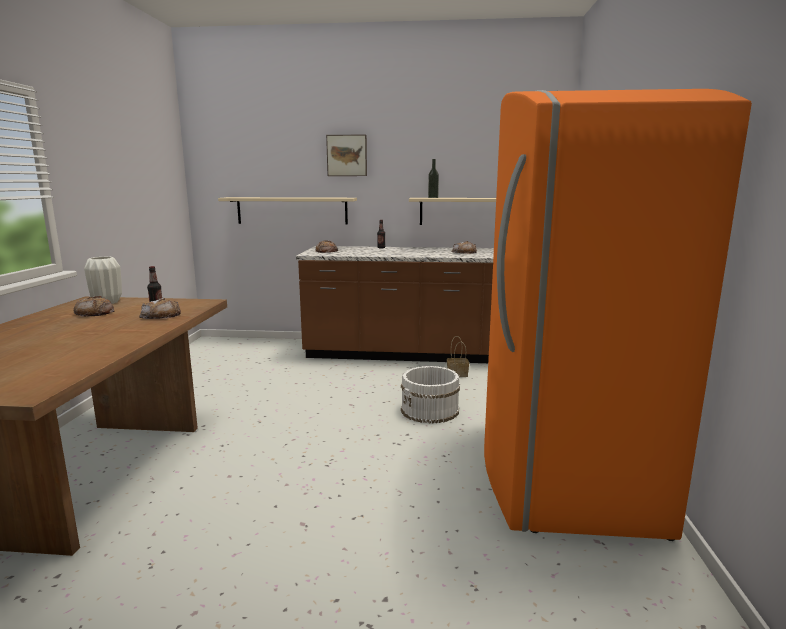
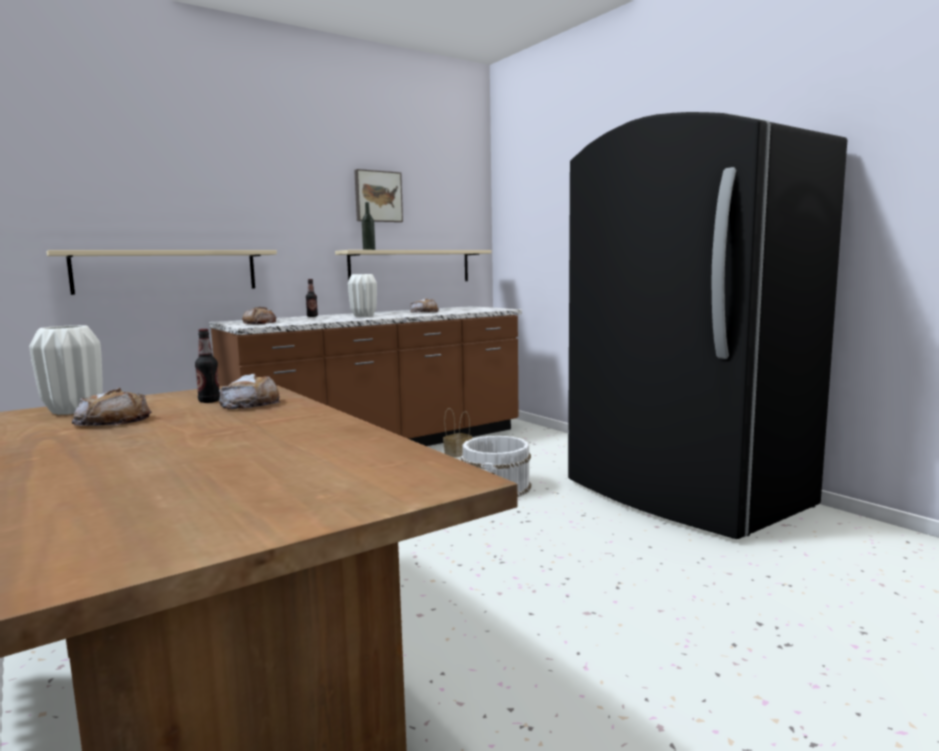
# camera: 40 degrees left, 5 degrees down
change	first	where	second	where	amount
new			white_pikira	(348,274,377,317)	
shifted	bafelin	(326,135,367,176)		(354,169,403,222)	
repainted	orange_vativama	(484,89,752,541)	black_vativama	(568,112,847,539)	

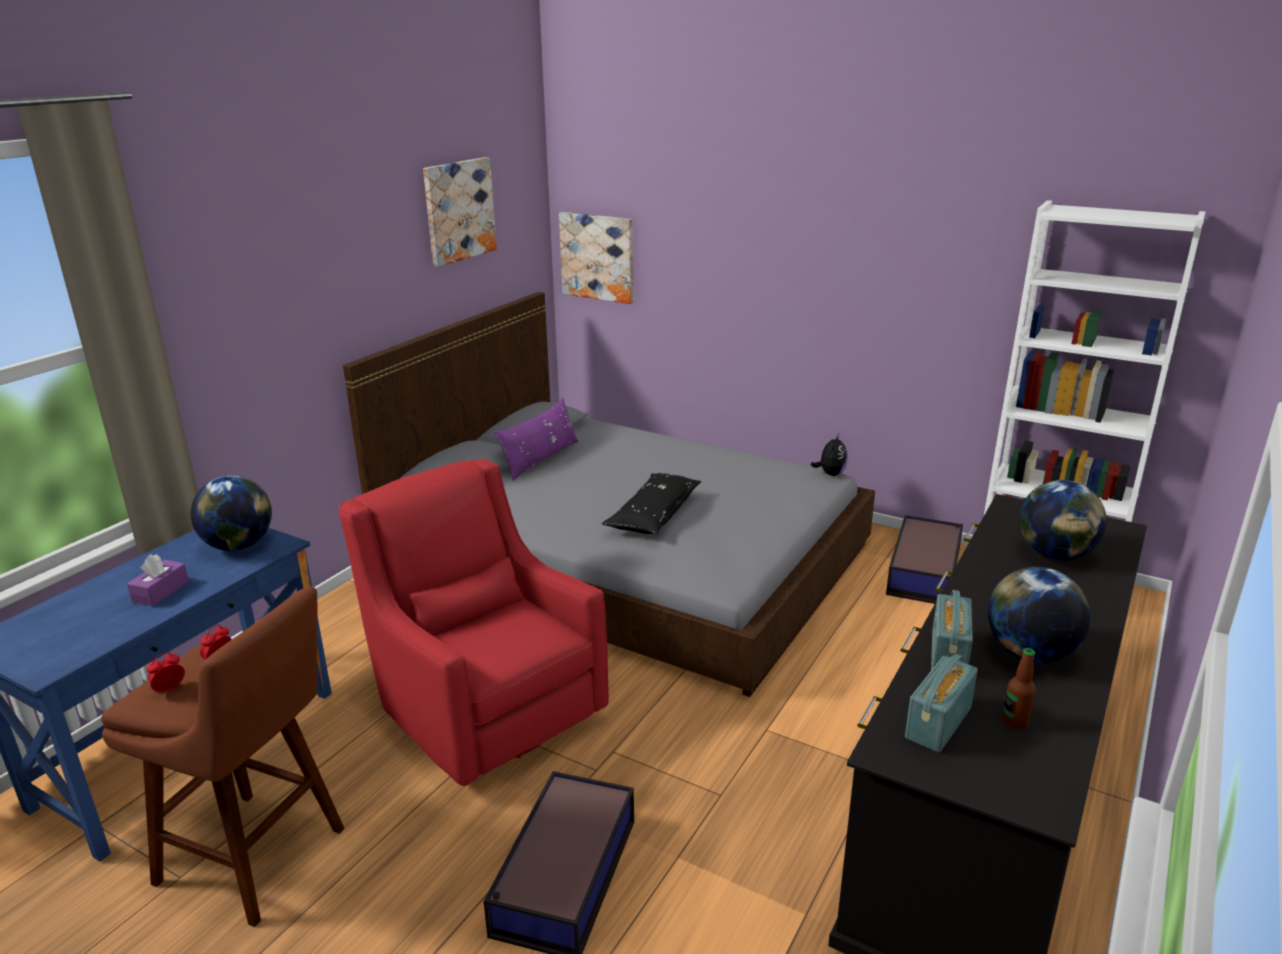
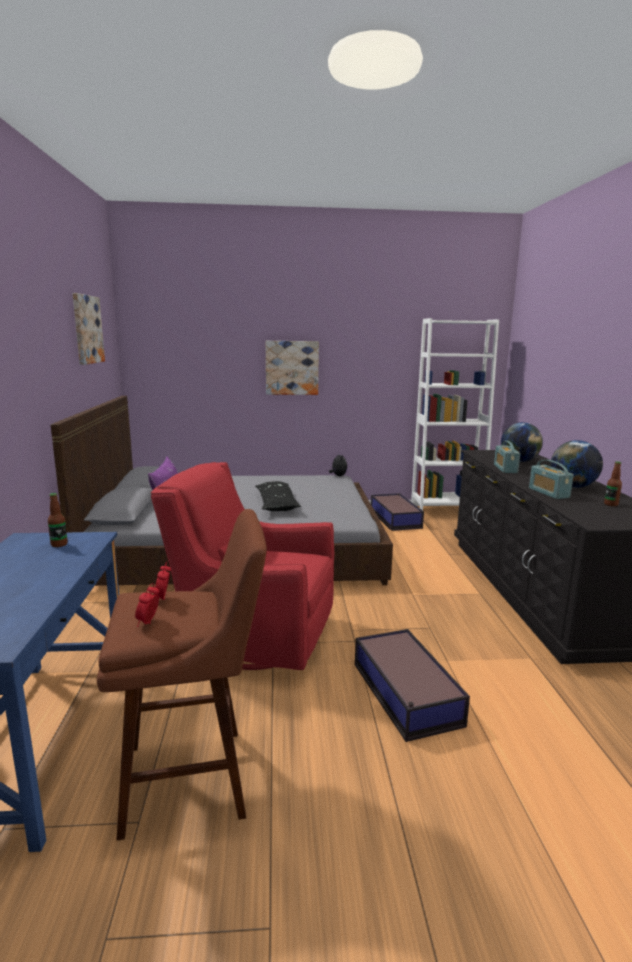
# camera: 35 degrees left, 10 degrees down
change	first	where	second	where	amount
swapped	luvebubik	(190,476,272,551)	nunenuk	(48,493,68,547)	
shifted	bafelin	(559,212,633,304)		(266,341,319,395)	
shifted	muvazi	(905,654,978,752)		(494,441,520,473)	
gone	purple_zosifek	(127,554,189,606)			

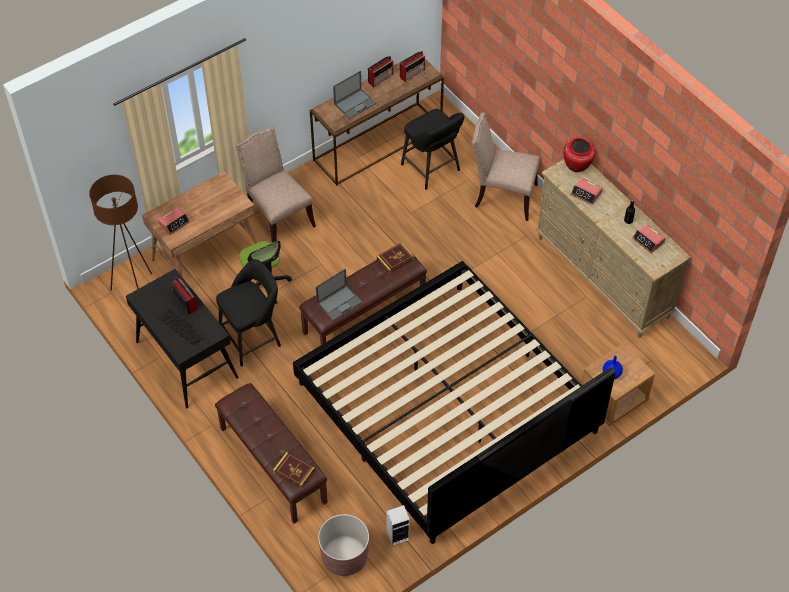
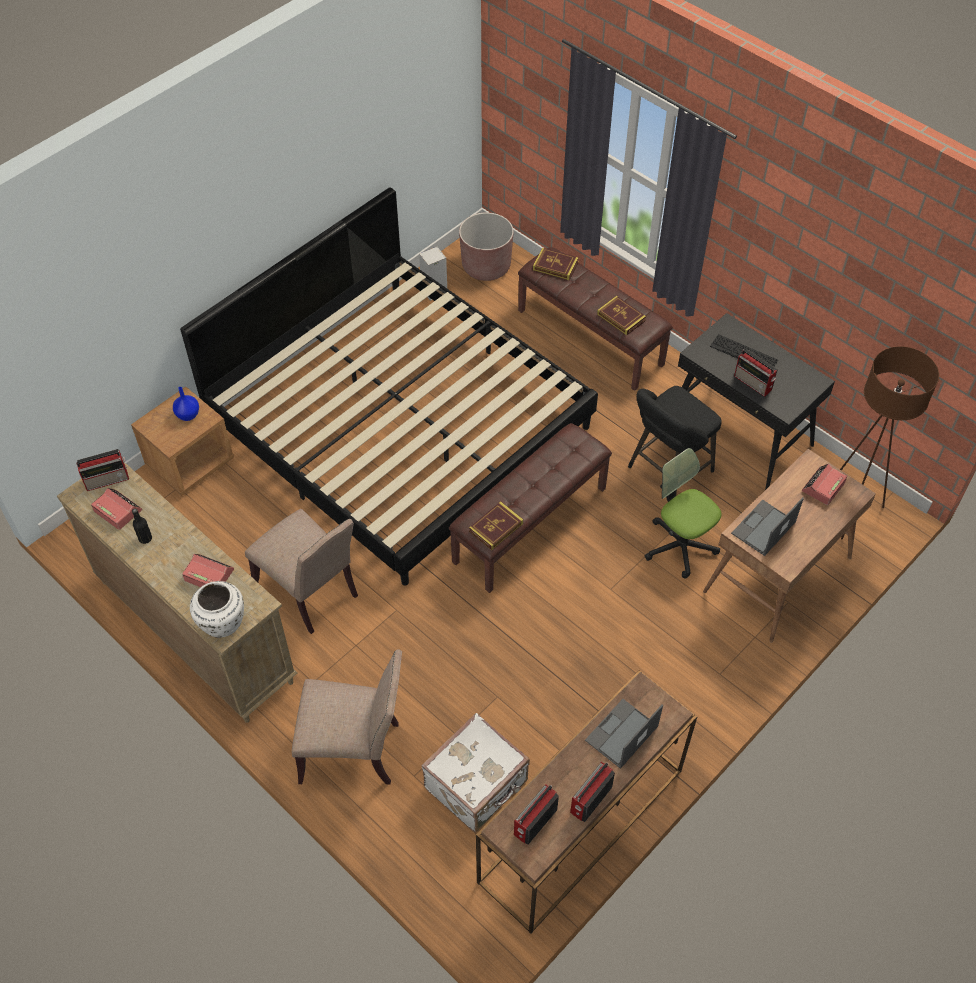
# camera: 170 degrees right, 0 degrees up
change	first	where	second	where	amount
new			muvazi	(76,449,129,491)	
repainted	red_pikira	(563,138,595,172)	white_pikira	(190,581,244,638)	
shifted	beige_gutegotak	(236,126,316,243)		(245,509,358,634)	
swapped	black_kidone	(401,109,464,190)	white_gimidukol	(421,713,530,832)	
new			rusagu	(597,296,646,335)	
shifted	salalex	(316,269,362,321)		(731,497,804,556)	

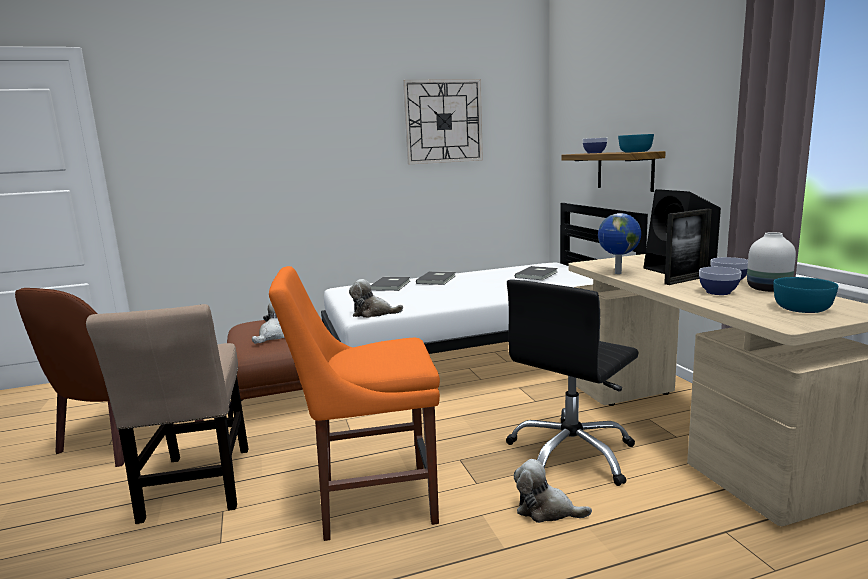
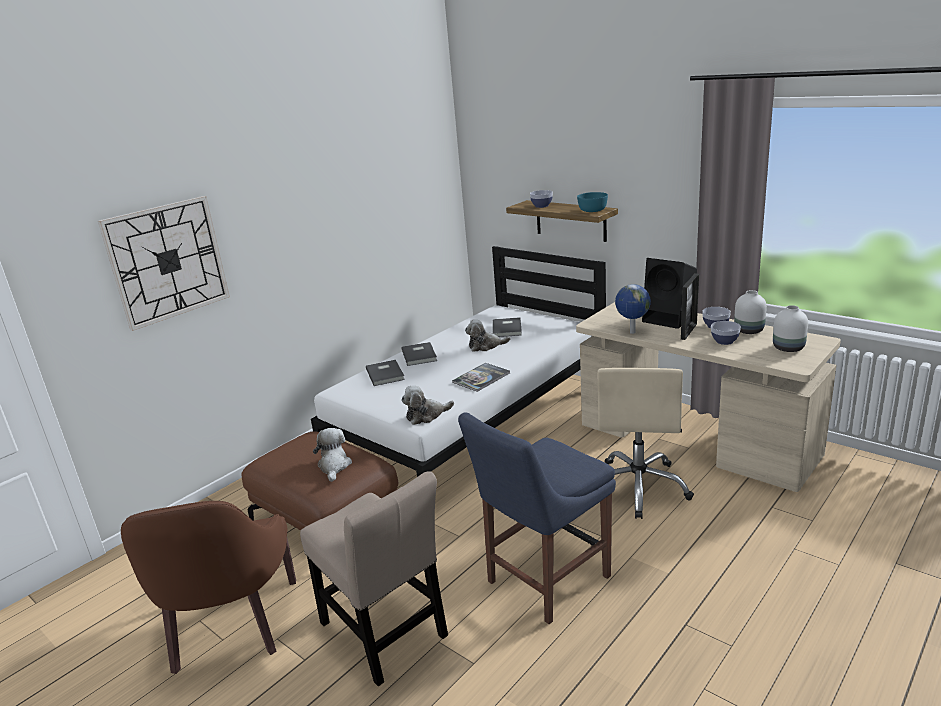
# camera: 30 degrees left, 10 degrees up
change	first	where	second	where	amount
shifted	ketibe	(403,79,483,164)		(98,196,230,331)	
new			rusagu	(452,363,510,392)	
repainted	orange_gutegotak	(269,266,440,541)	blue_gutegotak	(458,412,616,624)	
shifted	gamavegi	(514,459,592,523)		(465,319,510,352)	
repainted	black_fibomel	(506,280,639,486)	beige_fibomel	(597,368,694,519)	
swapped	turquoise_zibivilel	(773,277,838,313)	white_pikira	(773,305,808,352)	

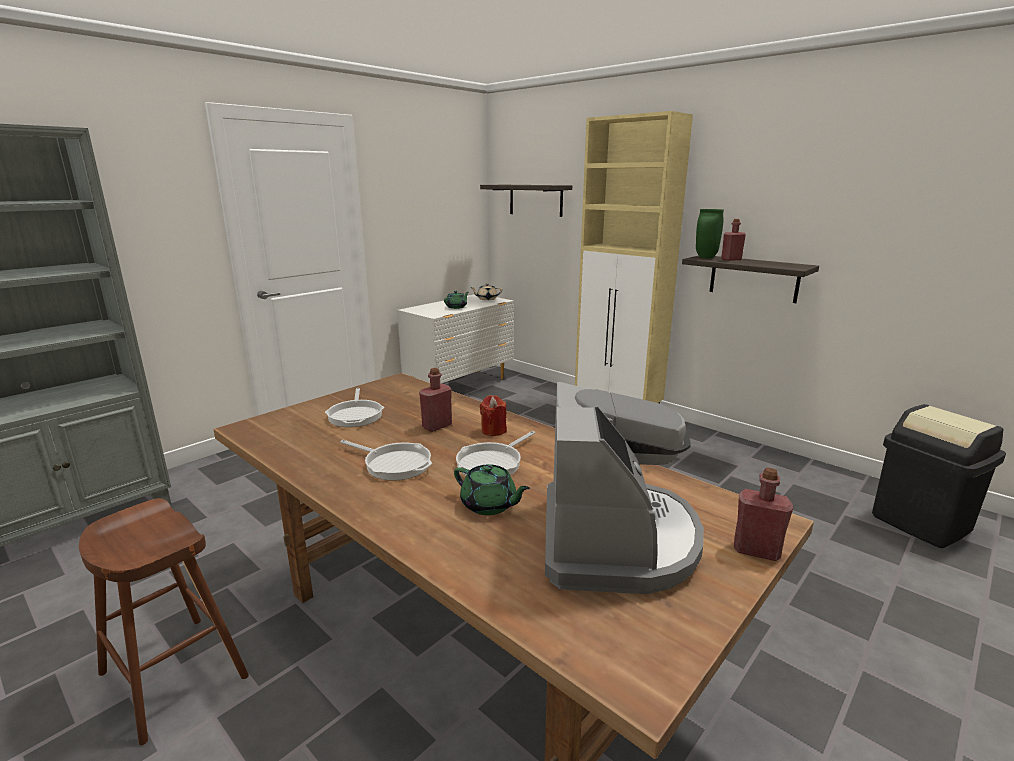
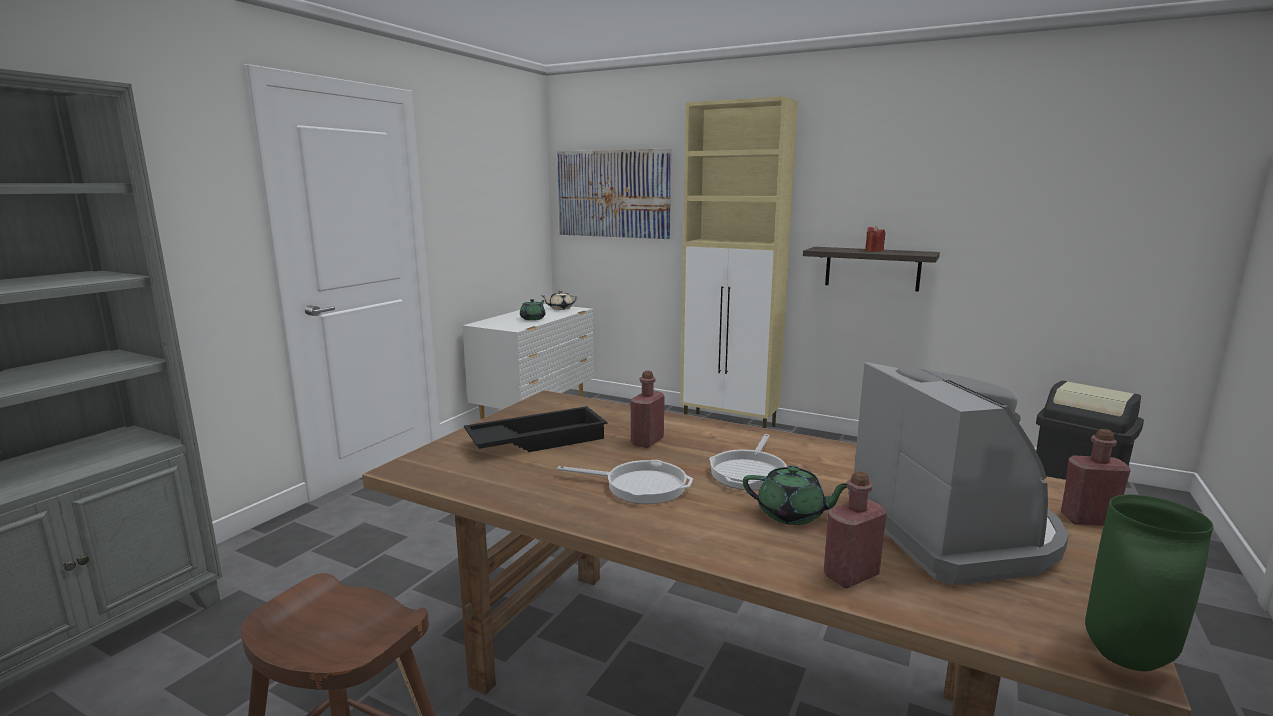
# camera: 15 degrees left, 5 degrees down
change	first	where	second	where	amount
swapped	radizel	(325,388,384,427)	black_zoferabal	(464,406,607,452)	
swapped	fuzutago	(480,185,572,217)	bafelin	(557,148,671,239)	
shifted	red_nunenuk	(721,219,746,261)		(824,471,887,588)	
shifted	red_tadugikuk	(480,395,507,436)		(865,225,885,252)	
shifted	green_pikira	(696,209,724,258)		(1085,495,1213,671)	

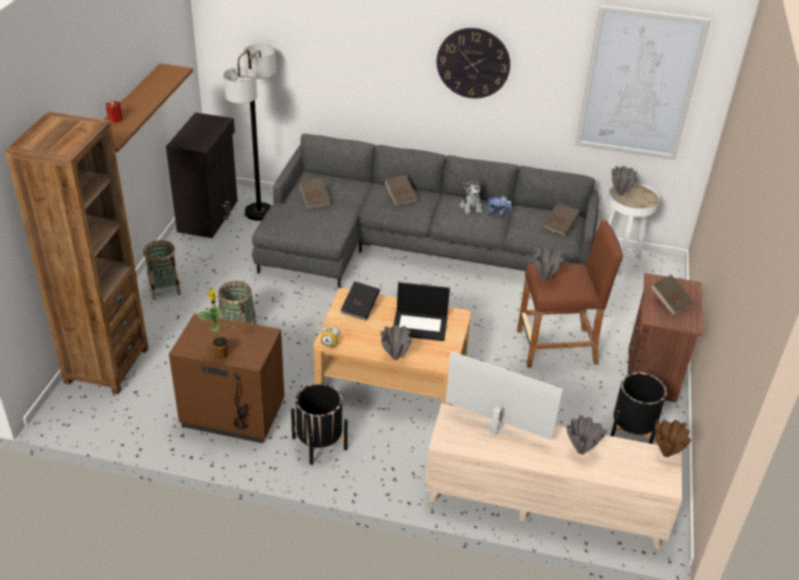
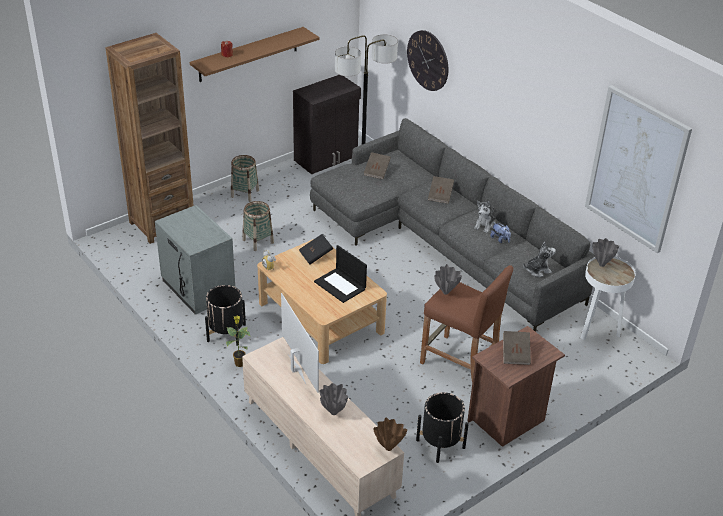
# camera: 40 degrees right, 0 degrees up
change	first	where	second	where	amount
repainted	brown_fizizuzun	(169,313,284,443)	grey_fizizuzun	(155,205,235,315)	
shifted	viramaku	(196,290,239,359)		(226,316,250,367)	
shifted	ketibe	(437,28,510,98)		(407,30,448,91)	
swapped	brown_rusagu	(544,202,580,236)	gamavegi	(523,242,556,277)	
gone	grey_pikira	(381,325,412,360)			

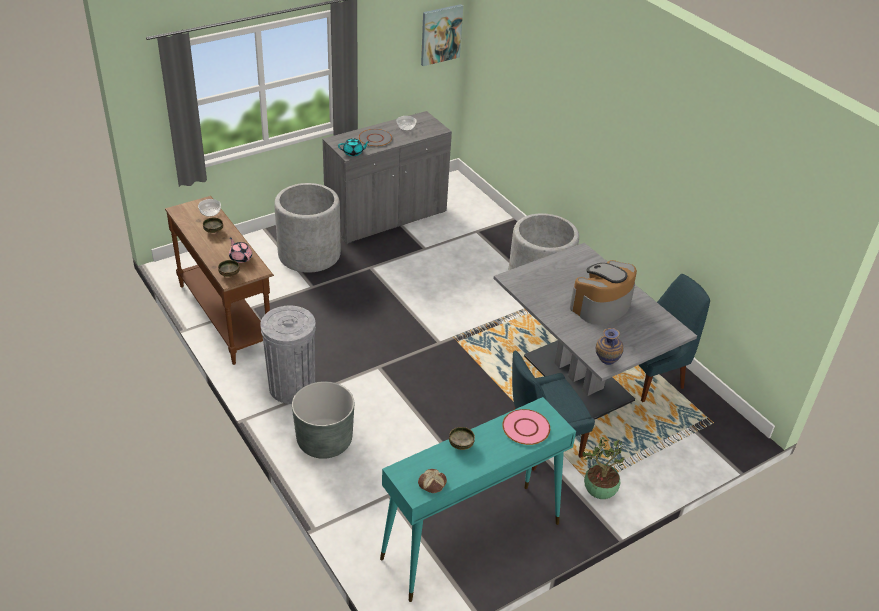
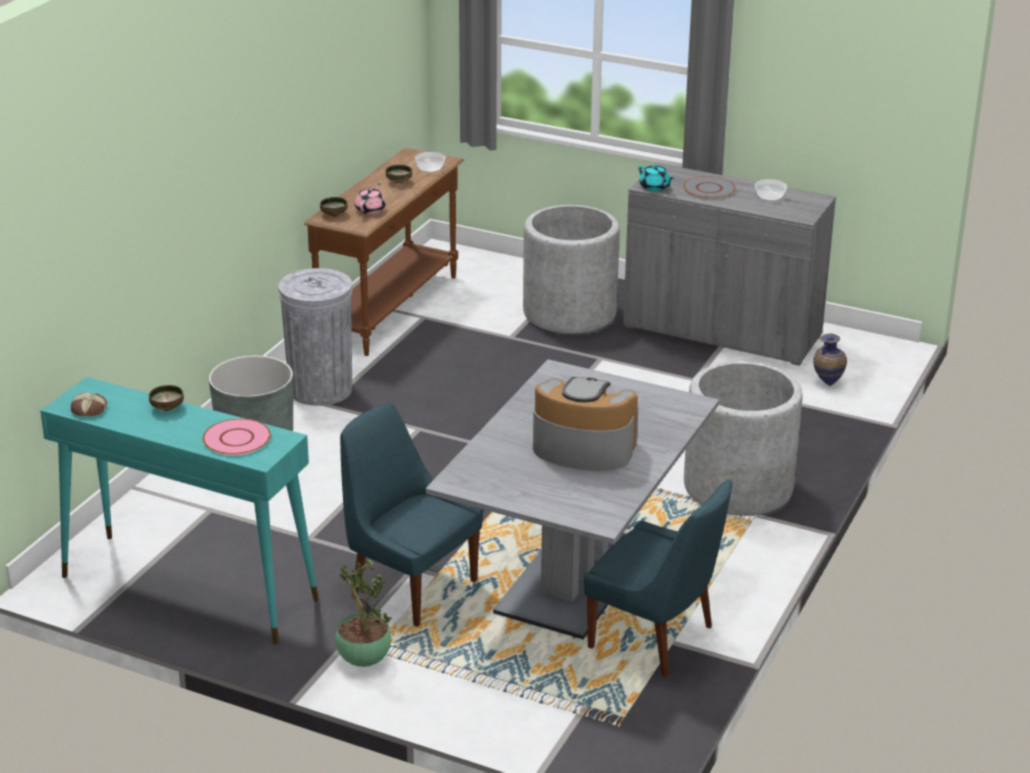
# camera: 60 degrees right, 10 degrees down
change	first	where	second	where	amount
shifted	pikira	(596,328,623,365)		(813,333,847,386)	
gone	bafelin	(421,4,463,66)			

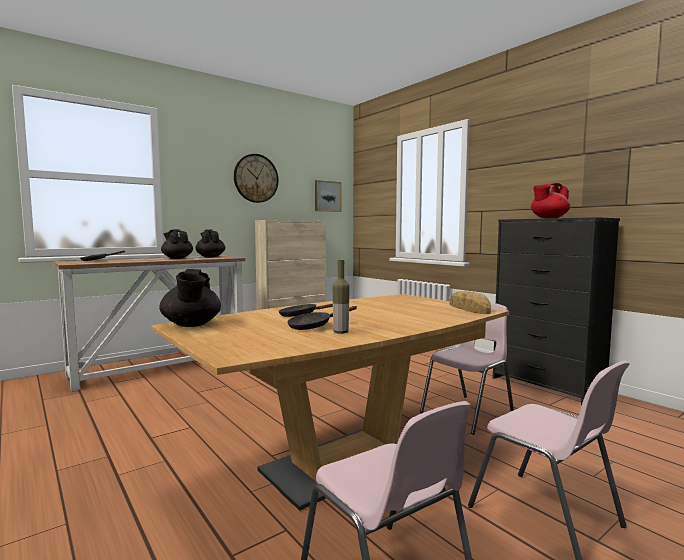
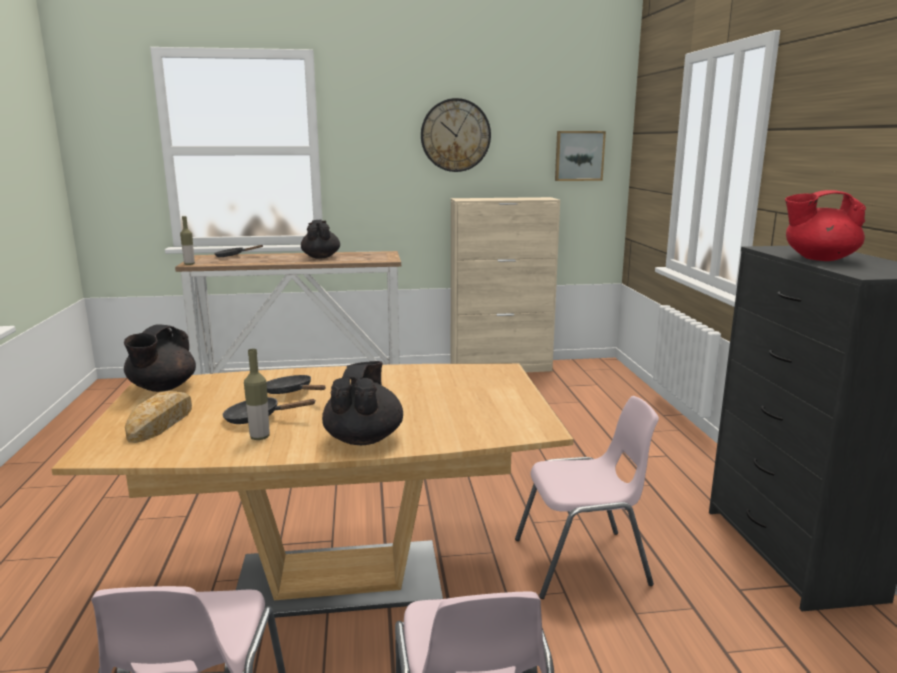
# camera: 30 degrees right, 10 degrees up
change	first	where	second	where	amount
shifted	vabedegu	(450,291,491,314)		(125,391,192,443)	
new			nunenuk	(180,216,195,265)	
shifted	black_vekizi	(195,229,225,258)		(322,361,403,445)	

